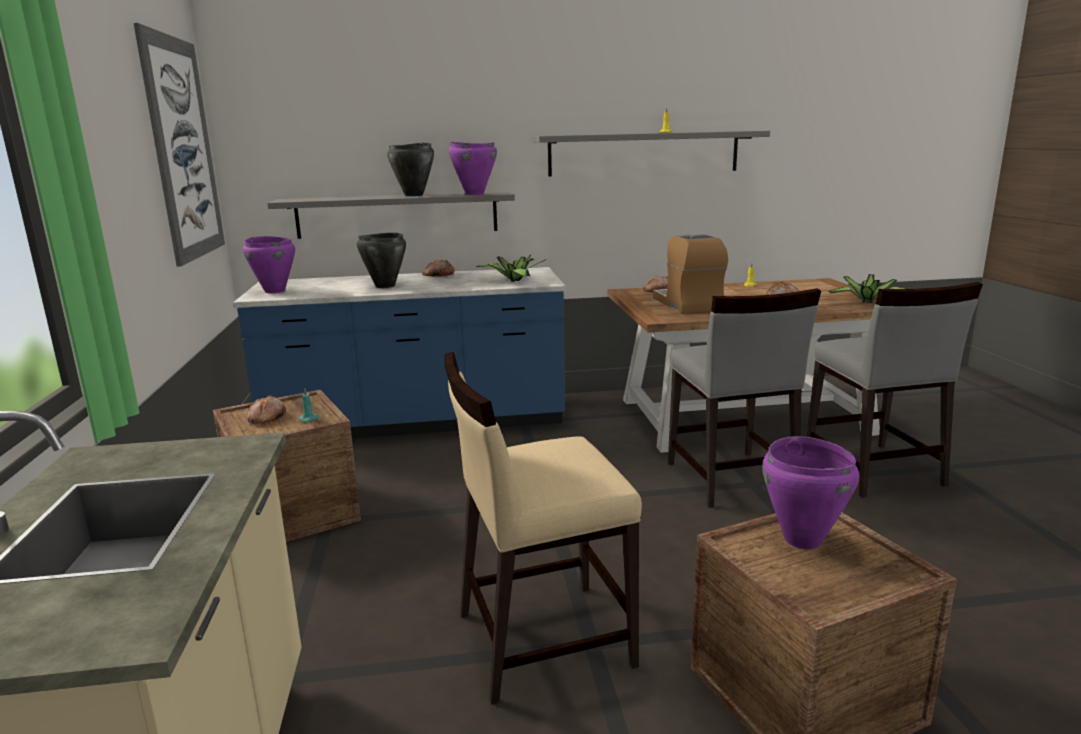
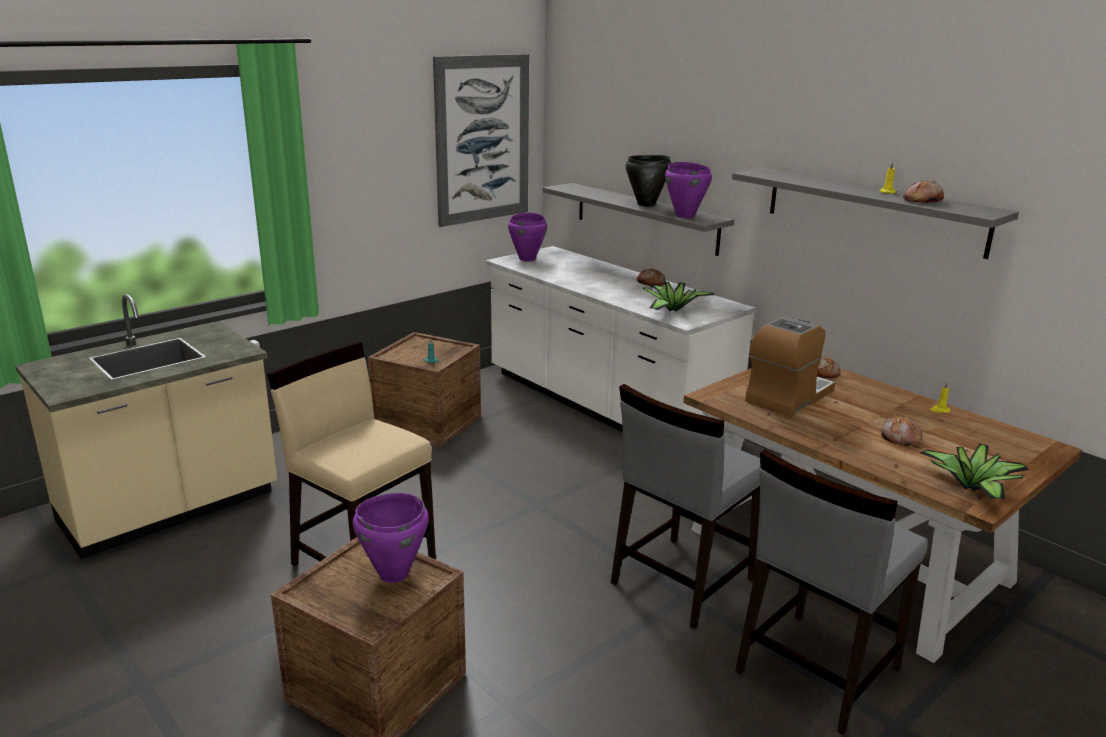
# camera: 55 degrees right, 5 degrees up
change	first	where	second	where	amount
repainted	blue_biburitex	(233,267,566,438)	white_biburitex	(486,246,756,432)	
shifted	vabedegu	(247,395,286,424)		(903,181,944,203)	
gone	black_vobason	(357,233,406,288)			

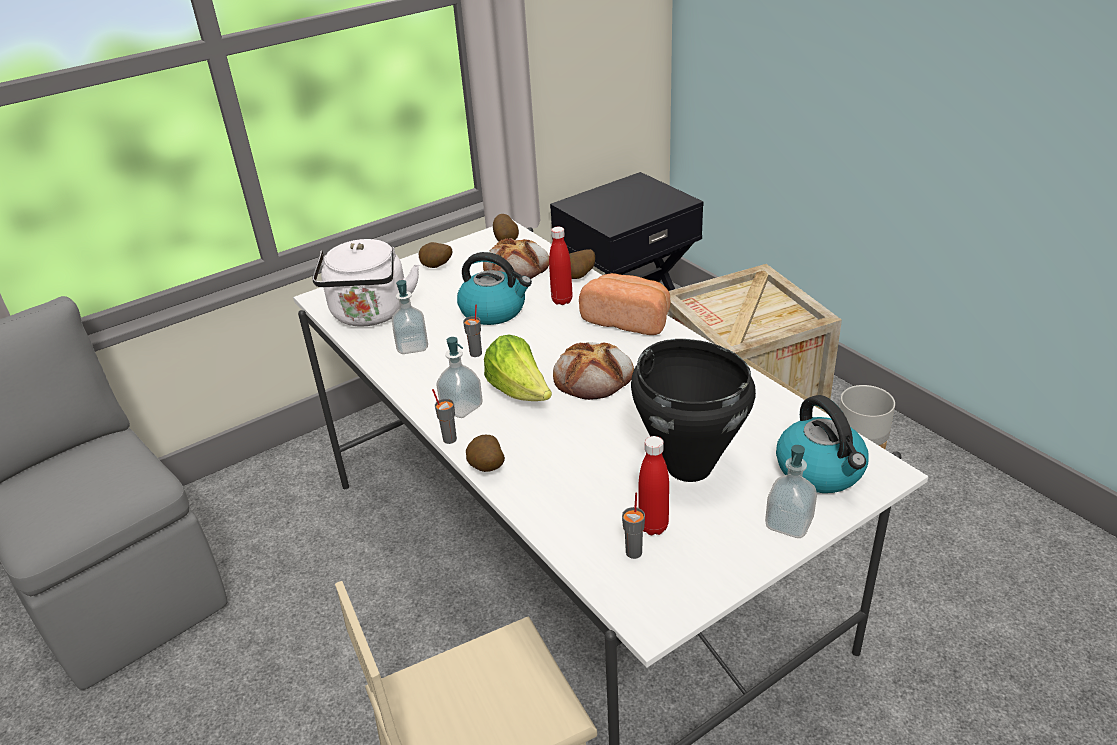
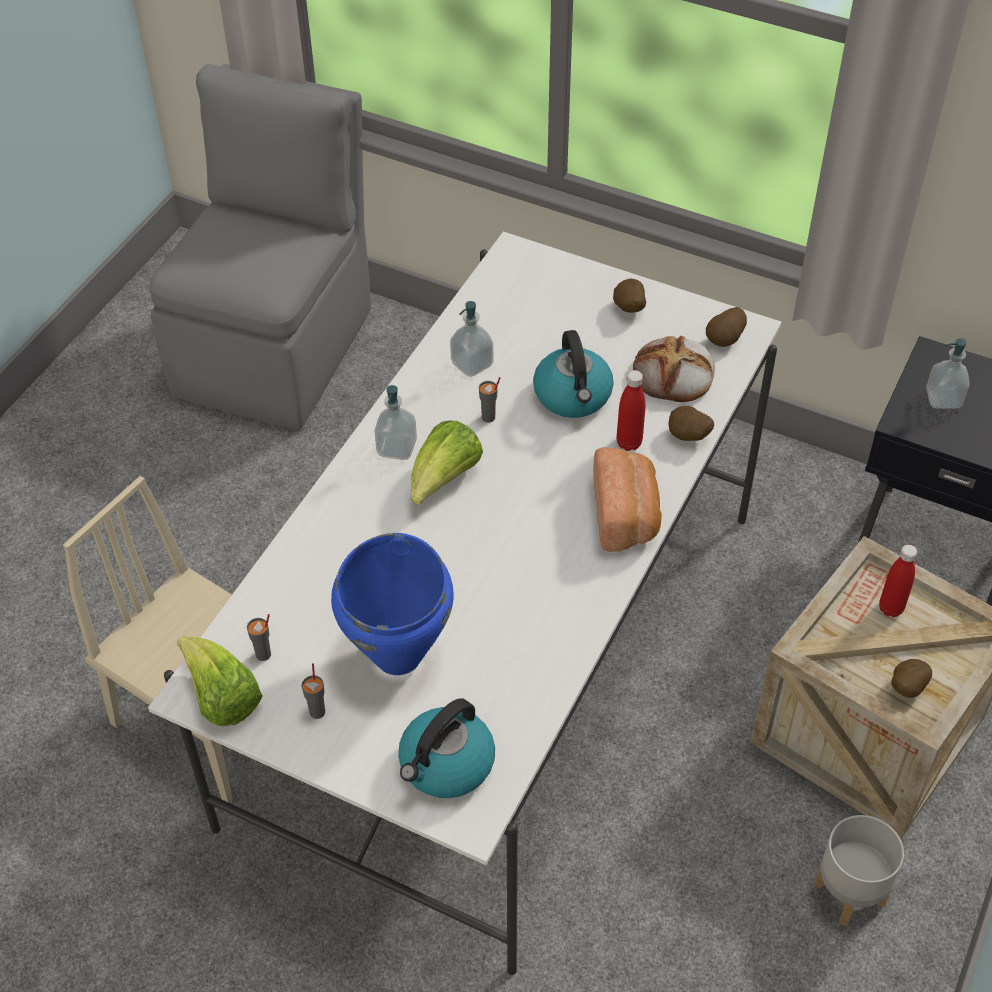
# camera: 60 degrees right, 15 degrees up
change	first	where	second	where	amount
new			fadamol	(177,636,263,726)	
shifted	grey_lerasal	(432,389,457,444)		(302,663,325,719)	
repainted	black_vobason	(631,339,756,482)	blue_vobason	(331,533,453,675)	
shifted	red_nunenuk	(639,436,669,535)		(879,545,918,617)	
shifted	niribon	(466,435,505,472)		(891,659,932,698)	
shifted	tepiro	(765,445,817,538)		(926,338,969,409)	
gone	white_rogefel	(312,239,419,327)			
gone	vabedegu	(553,342,634,400)			

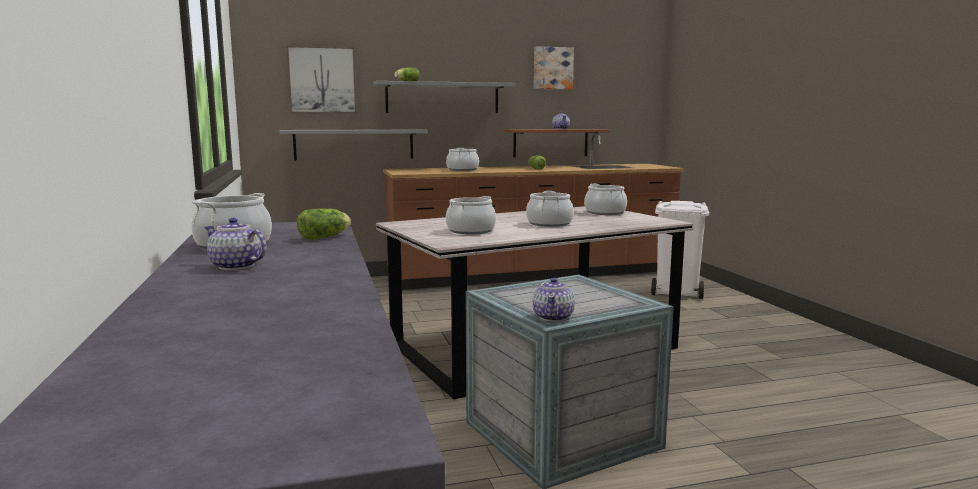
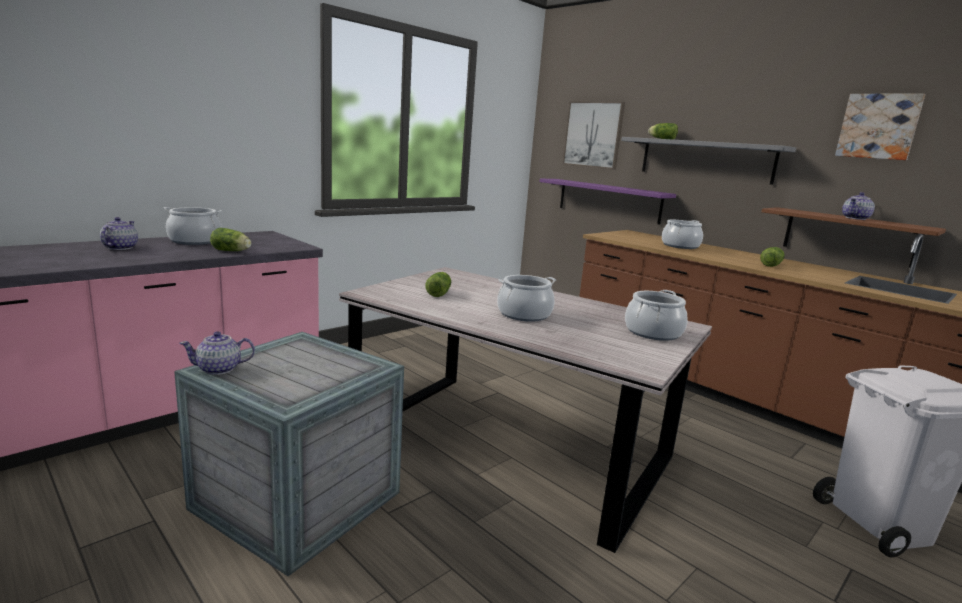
# camera: 60 degrees right, 5 degrees up
change	first	where	second	where	amount
swapped	vobason	(446,196,496,234)	fadamol	(425,272,451,297)	
repainted	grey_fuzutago	(279,129,428,160)	purple_fuzutago	(540,179,676,225)	

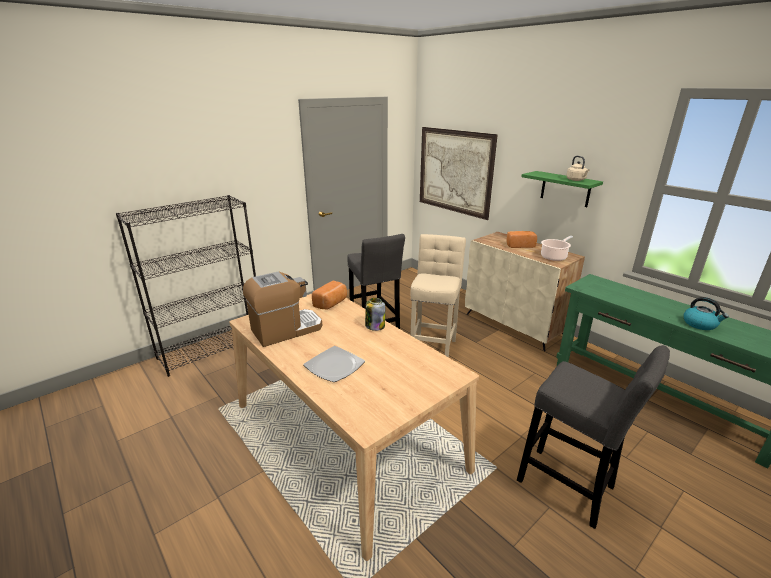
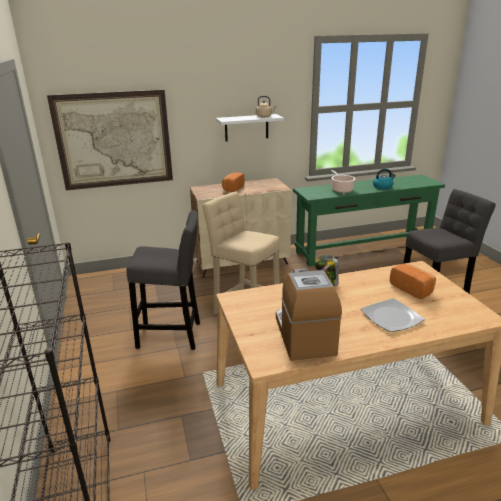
# camera: 65 degrees left, 0 degrees up
change	first	where	second	where	amount
repainted	green_fuzutago	(522,171,603,207)	white_fuzutago	(216,114,284,141)	
shifted	vobason	(541,236,573,261)		(331,170,355,193)	
shifted	vabedegu	(312,281,347,310)		(390,263,436,299)	

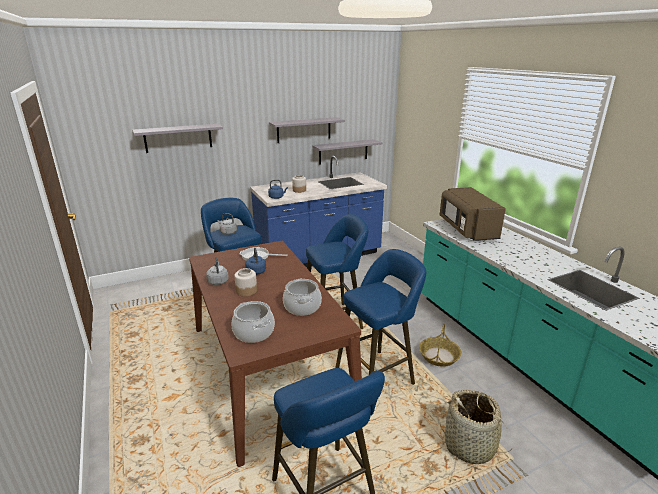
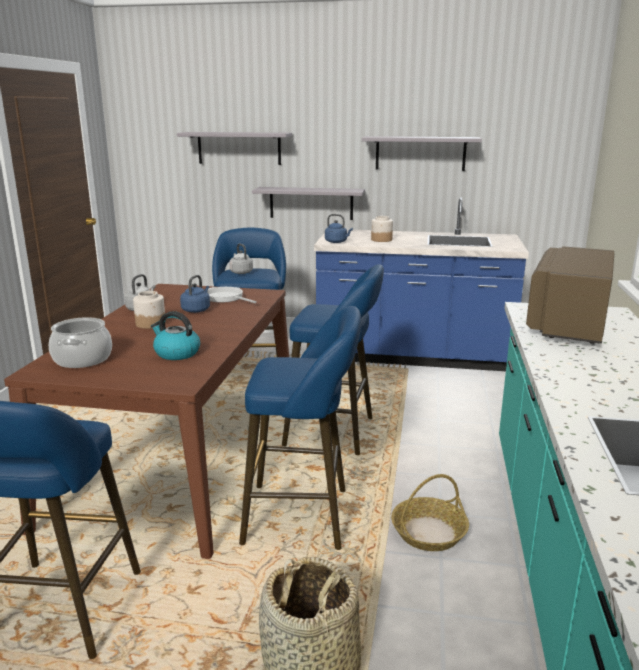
# camera: 35 degrees right, 5 degrees down
change	first	where	second	where	amount
swapped	vobason	(283,279,322,316)	rogefel	(151,311,200,360)	
shifted	grey_fuzutago	(312,139,382,165)		(252,187,365,220)	

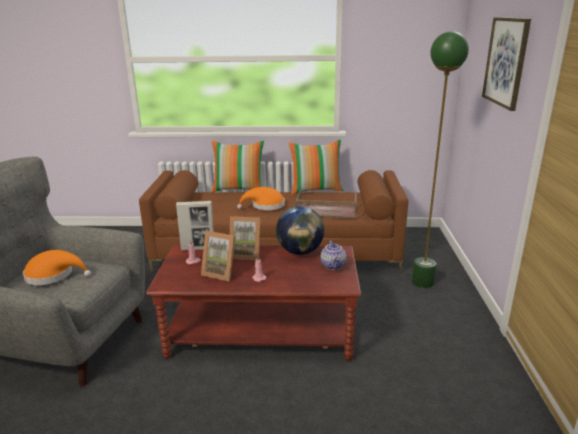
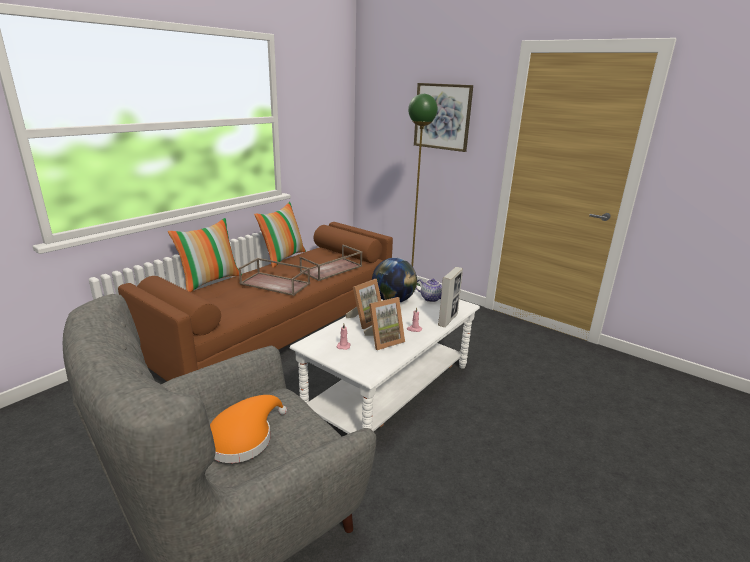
# camera: 55 degrees left, 0 degrees up
change	first	where	second	where	amount
swapped	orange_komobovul	(237,187,285,210)	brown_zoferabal	(239,258,310,296)	
repainted	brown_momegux	(146,245,361,361)	white_momegux	(290,285,480,434)	
shifted	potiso	(176,201,214,251)		(438,267,463,327)	

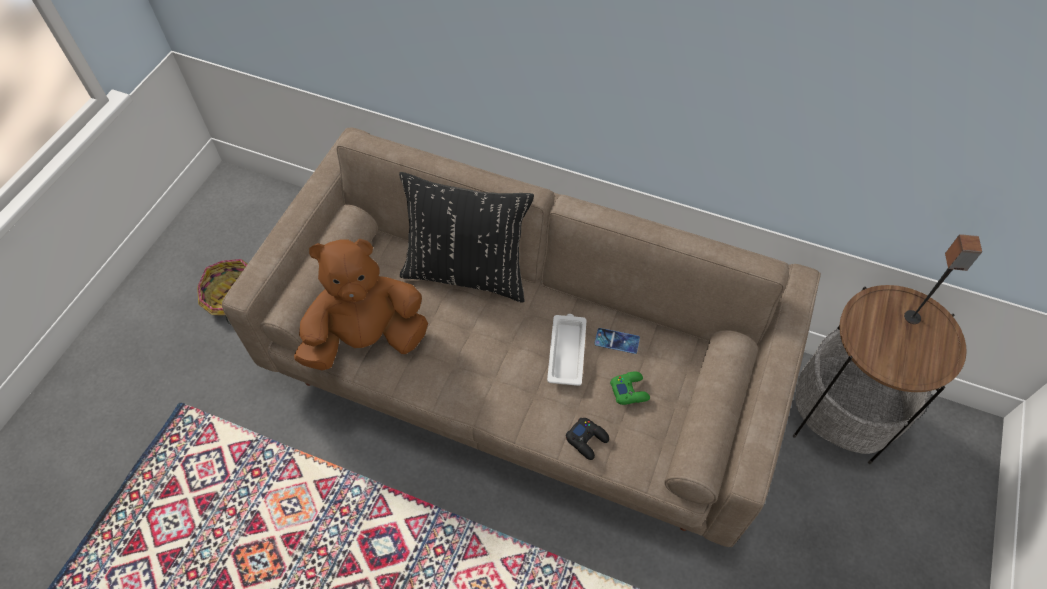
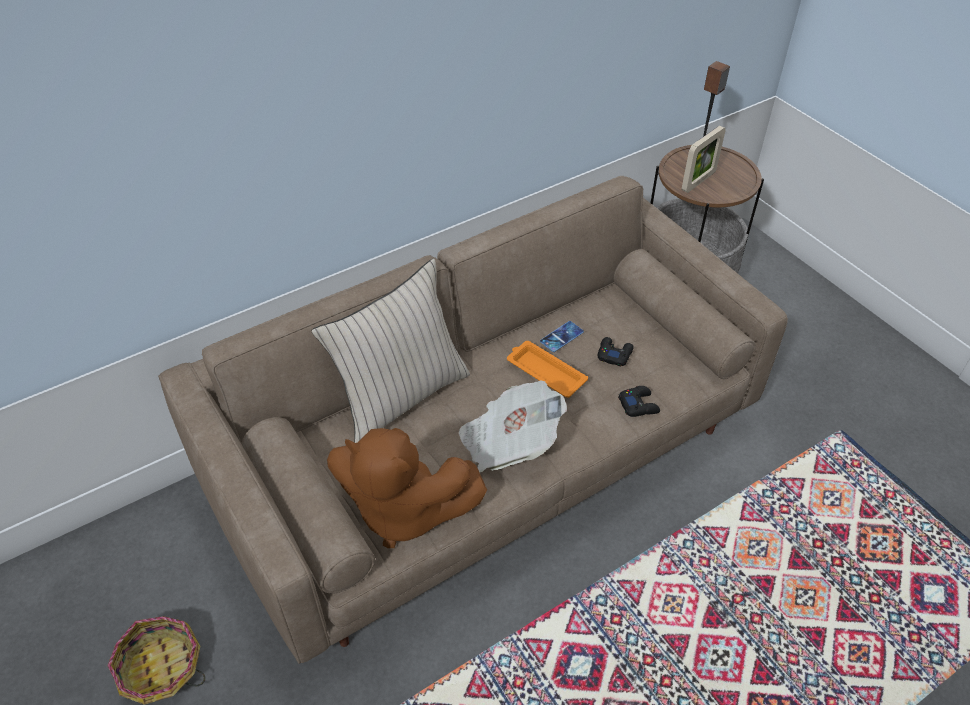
# camera: 55 degrees left, 10 degrees down
change	first	where	second	where	amount
repainted	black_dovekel	(399,172,534,303)	beige_dovekel	(311,258,470,443)	
rotated	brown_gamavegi	(294,238,428,370)		(327,428,487,548)	90 degrees counterclockwise
new			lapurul	(458,380,567,472)	
repainted	white_zoferabal	(547,314,587,386)	orange_zoferabal	(507,341,588,398)	
repainted	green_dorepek	(610,371,650,405)	black_dorepek	(598,337,634,366)	
new			potiso	(682,126,726,193)	

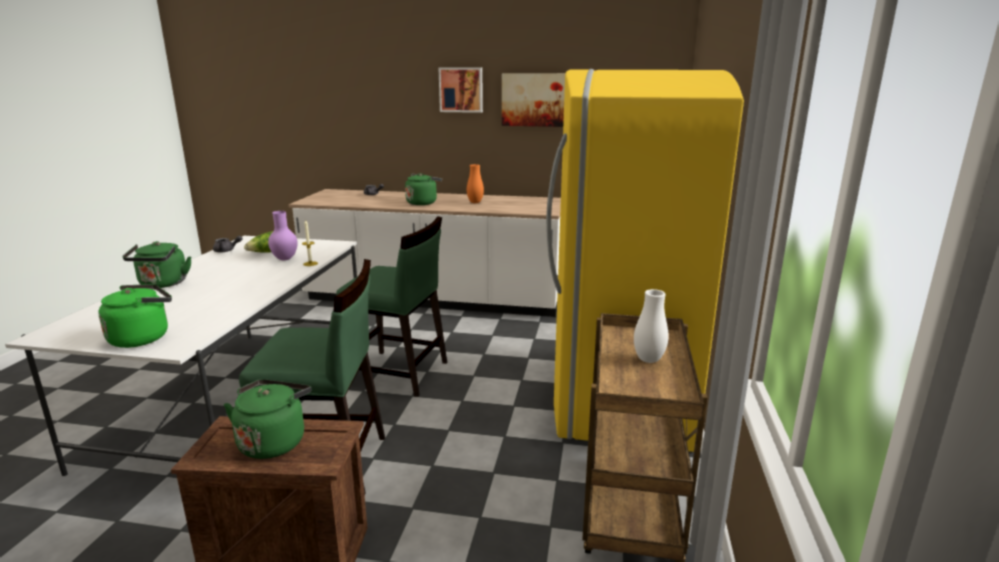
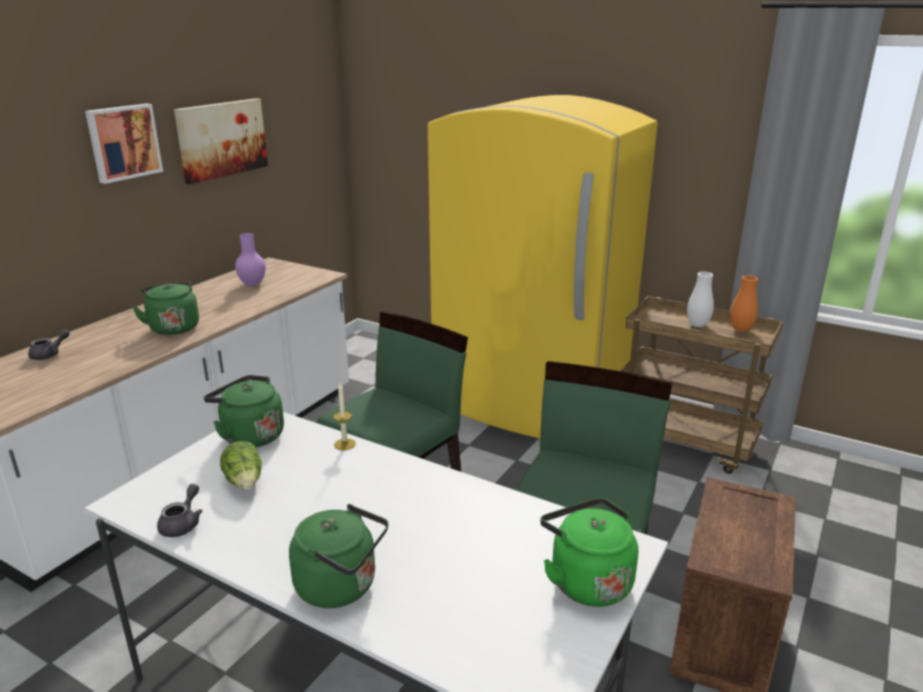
# camera: 70 degrees left, 5 degrees up
change	first	where	second	where	amount
shifted	green_rogefel	(224,379,311,459)		(204,375,284,447)	
shifted	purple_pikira	(268,211,298,260)		(235,233,266,286)	
shifted	orange_pikira	(467,164,484,203)		(730,275,758,332)	

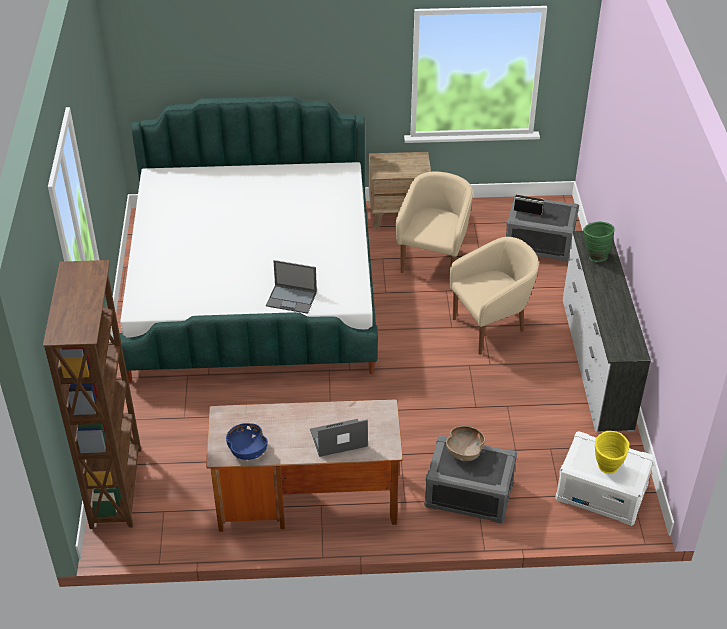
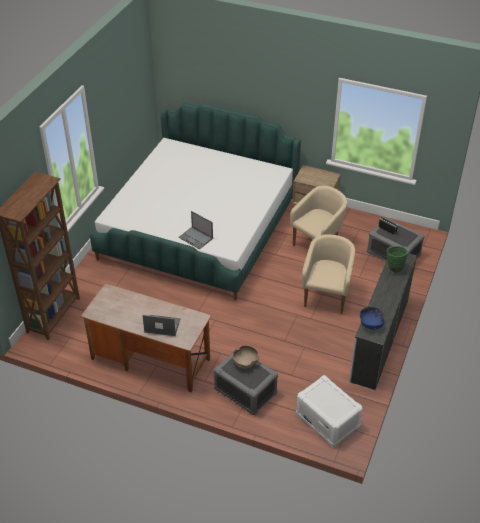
# camera: 25 degrees right, 0 degrees up
change	first	where	second	where	amount
rotated	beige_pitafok	(449,237,539,355)		(302,234,355,314)	75 degrees counterclockwise
shifted	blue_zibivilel	(226,423,268,460)		(360,307,385,330)	
gone	yellow_pikira	(595,431,629,474)			

